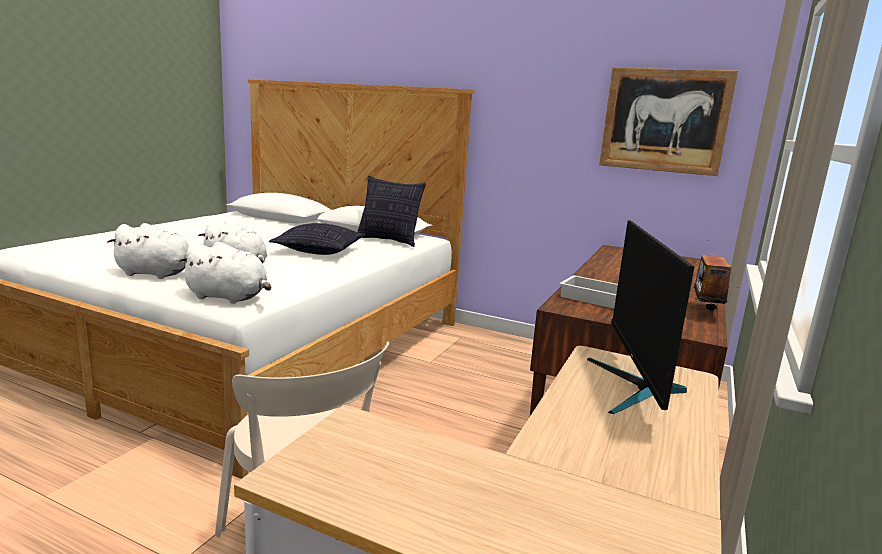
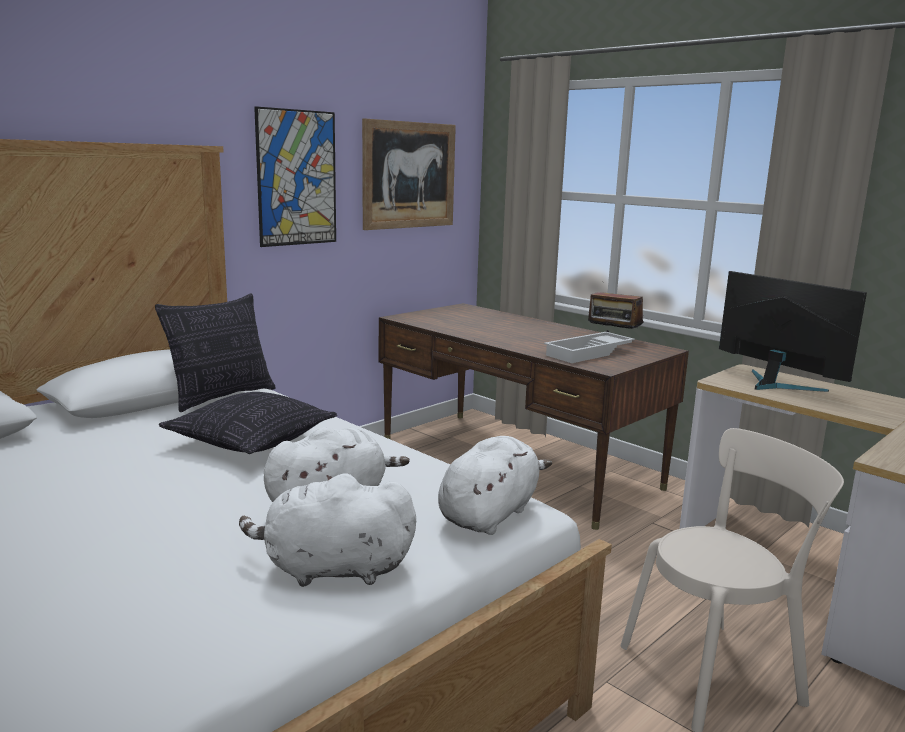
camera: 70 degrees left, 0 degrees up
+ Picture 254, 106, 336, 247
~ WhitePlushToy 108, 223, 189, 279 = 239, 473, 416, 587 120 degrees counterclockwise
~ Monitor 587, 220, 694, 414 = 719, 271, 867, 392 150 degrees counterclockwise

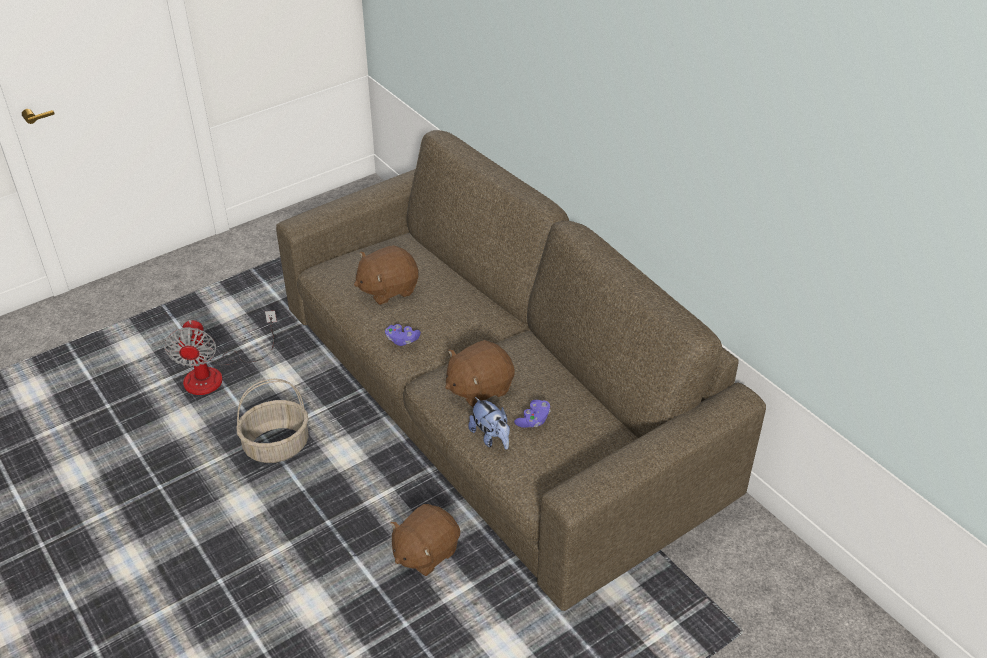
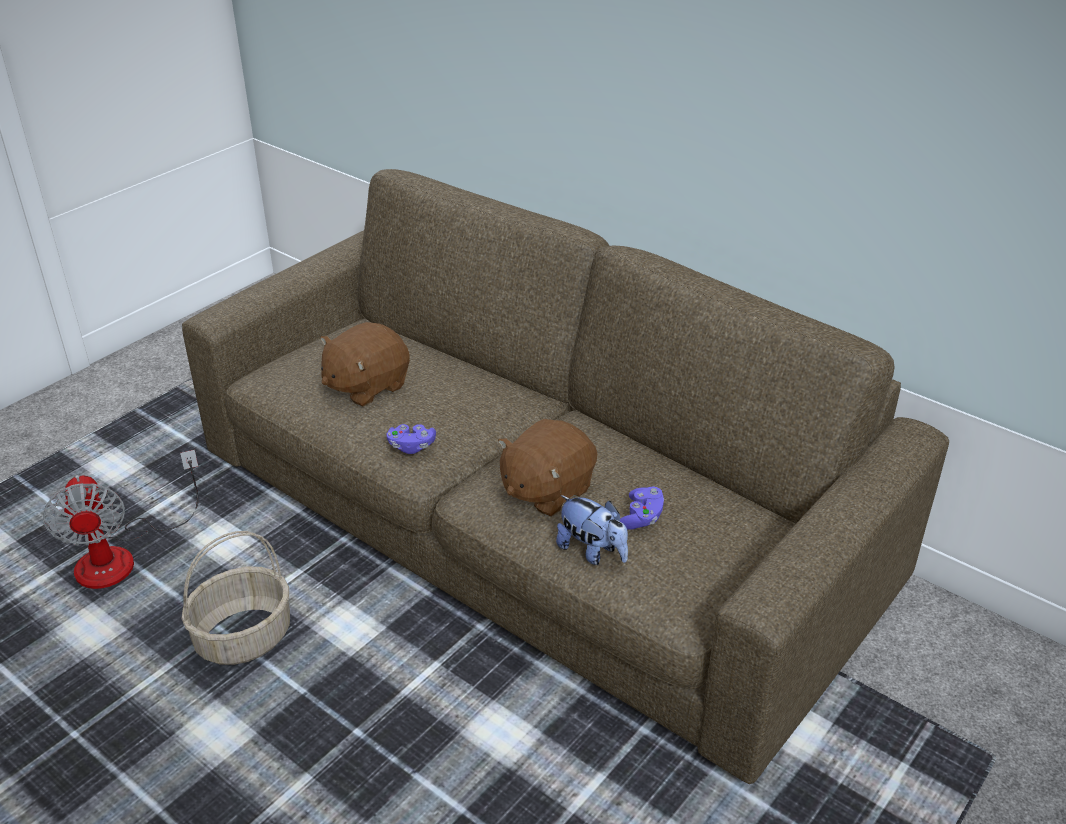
camera: 15 degrees left, 5 degrees down
- BrownPlushToy 390, 504, 460, 576

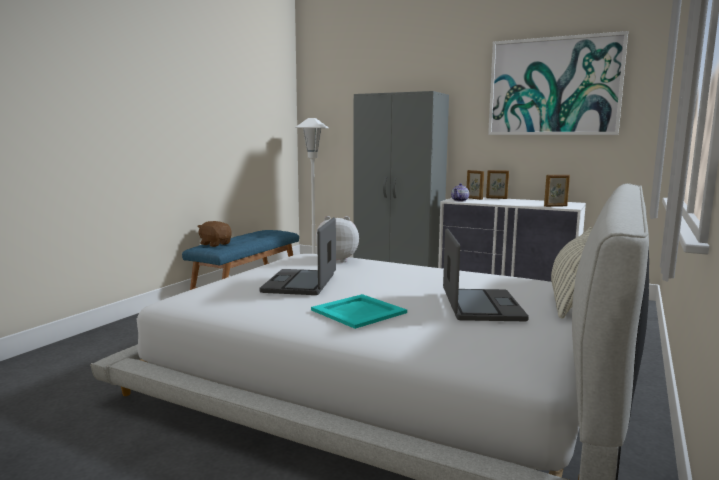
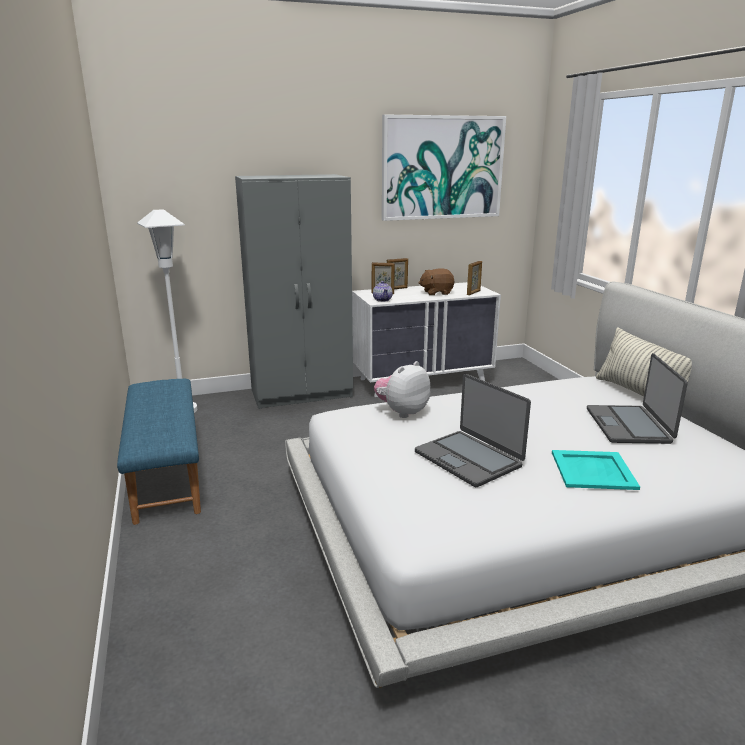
camera: 45 degrees left, 10 degrees up
~ BrownPlushToy 197, 221, 232, 247 to 419, 269, 454, 295
~ Laptop 443, 228, 529, 321 = 587, 353, 688, 444 135 degrees counterclockwise

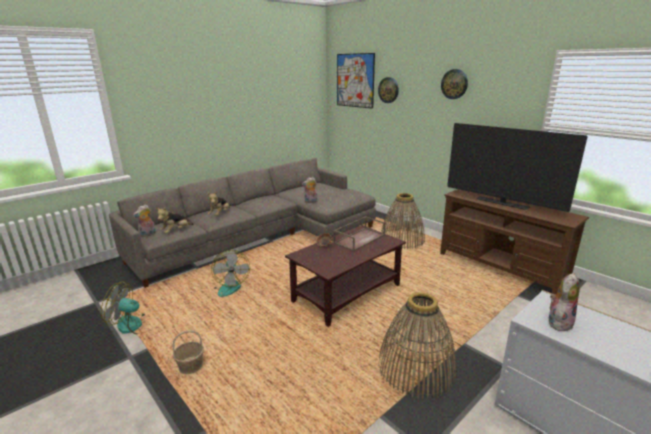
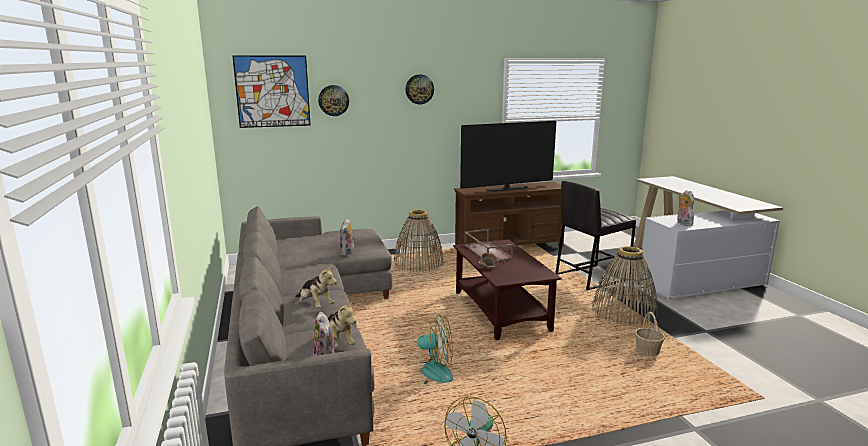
camera: 65 degrees left, 5 degrees down
+ GreyStool 555, 181, 636, 290
~ Basket 173, 330, 204, 374 to 635, 312, 665, 356

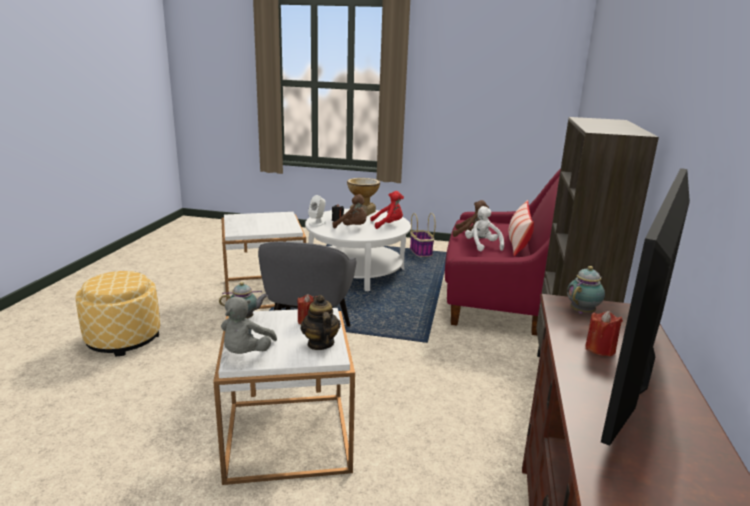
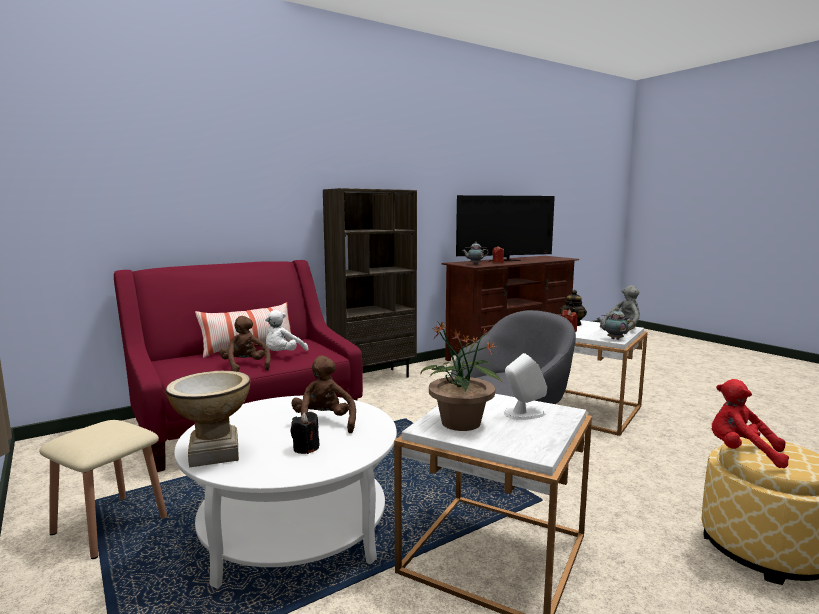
camera: 135 degrees left, 10 degrees down
+ PottedPlant 420, 322, 503, 431
~ WhiteSpeaker 308, 195, 326, 227 to 504, 353, 547, 420
~ RedPlushToy 371, 191, 404, 229 to 712, 379, 789, 468
~ Basket 410, 213, 436, 257 to BeigeStool 39, 420, 167, 559

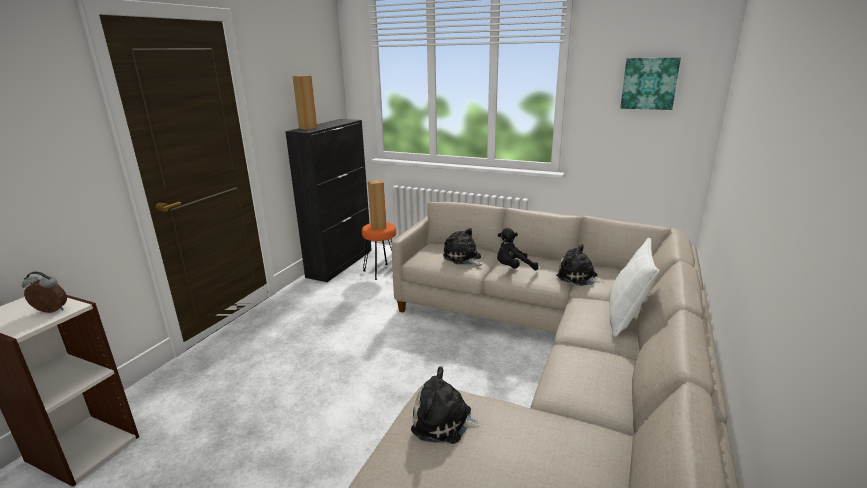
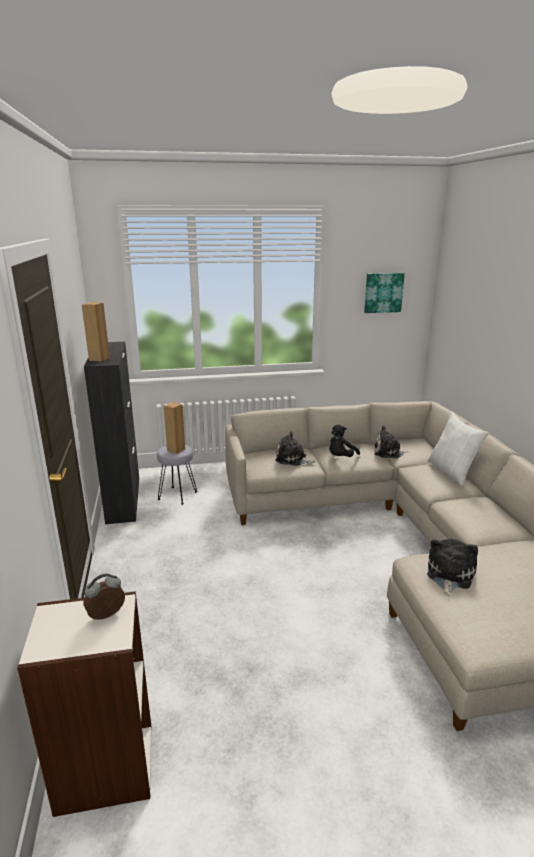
camera: 35 degrees left, 0 degrees up
~ OrangeStool 362, 222, 396, 280 to GreyStool 157, 445, 197, 505
~ PlushToy 411, 366, 483, 444 = 427, 539, 478, 596 135 degrees clockwise

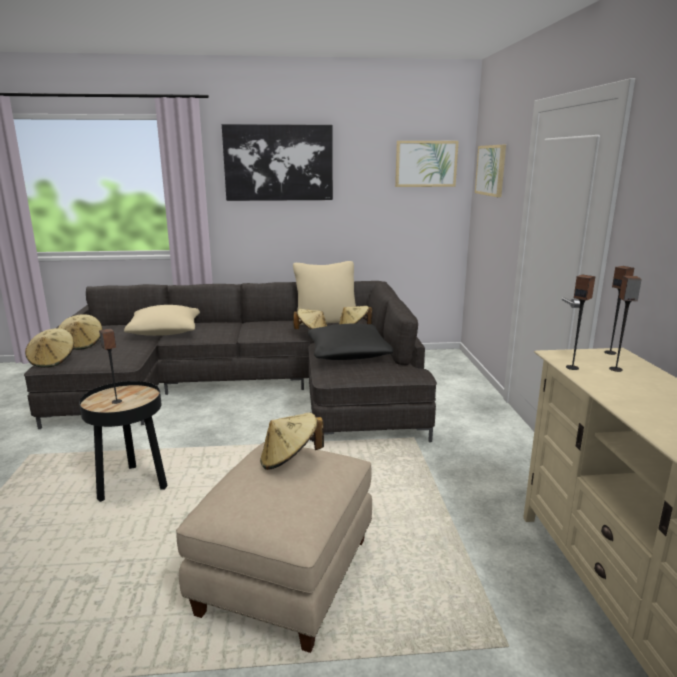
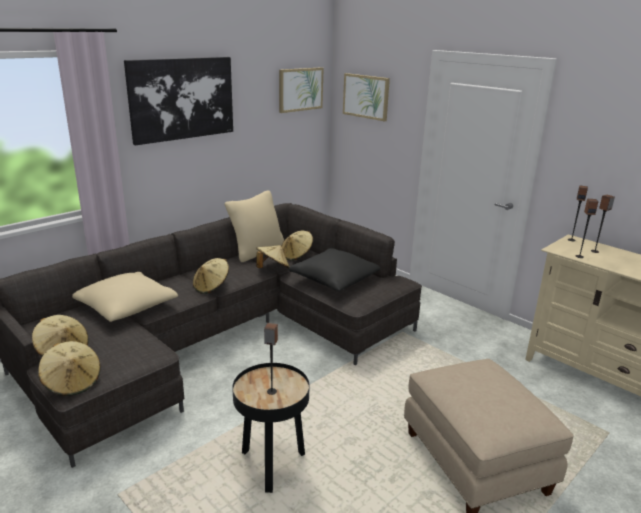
camera: 40 degrees left, 5 degrees up
~ BeigeHat 260, 413, 324, 470 to 193, 258, 229, 294

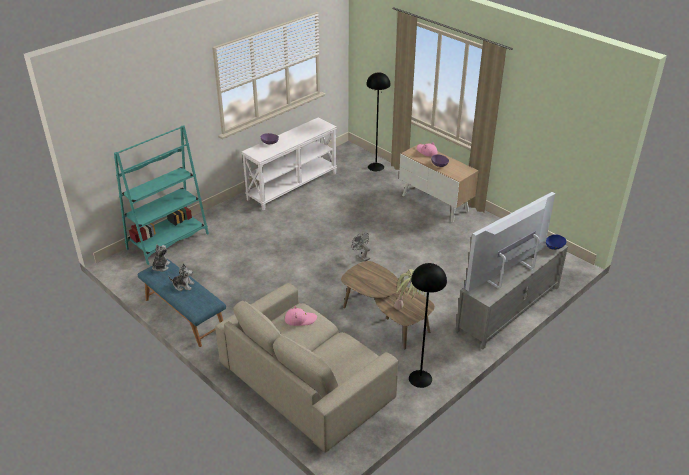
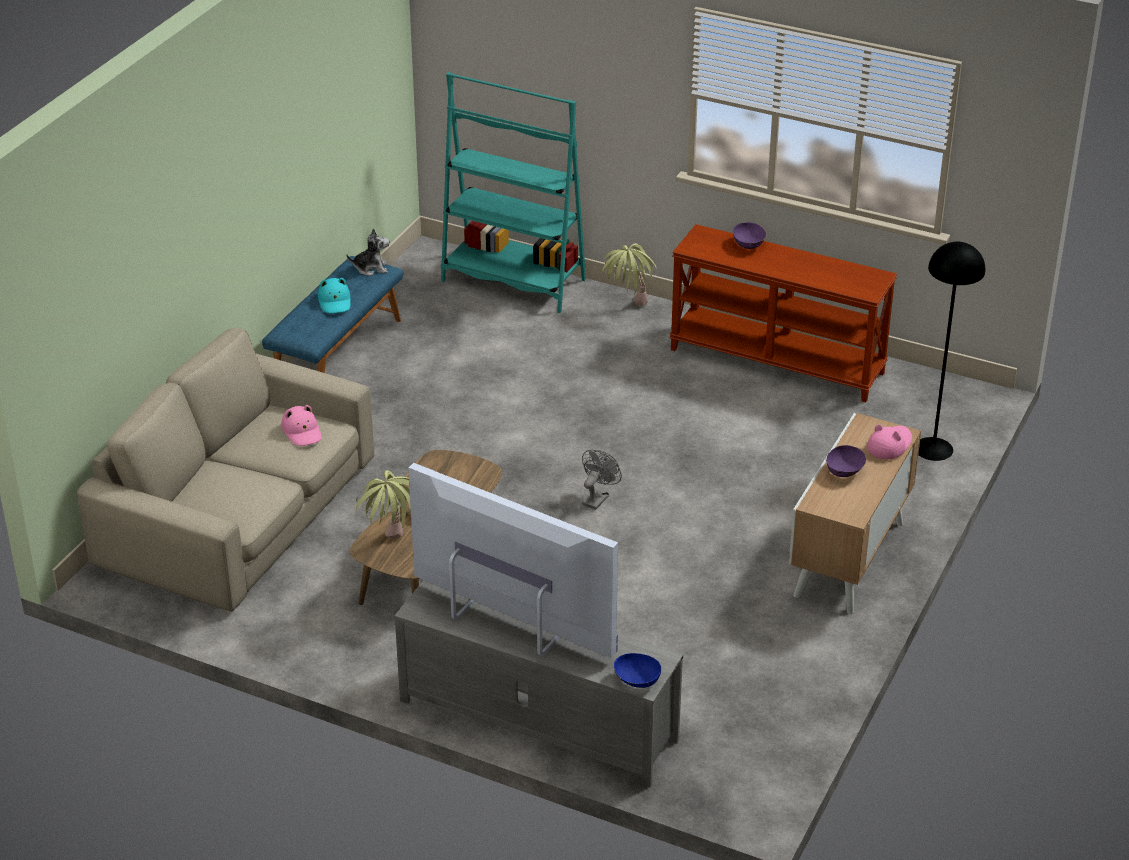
camera: 70 degrees right, 0 degrees up
- BlackFloorLamp 409, 263, 447, 388
+ PottedPlant 602, 243, 657, 306
~ PlushToy 168, 264, 194, 291 to TurquoiseHat 318, 277, 351, 313
~ WhiteConsoleTable 241, 118, 337, 211 to BrownConsoleTable 669, 224, 897, 402

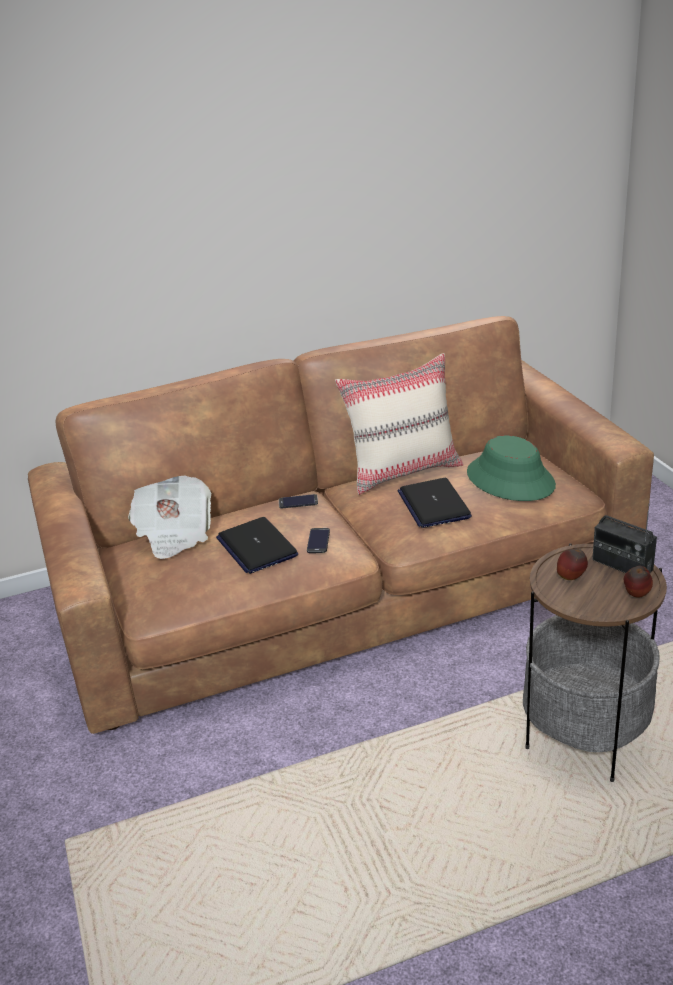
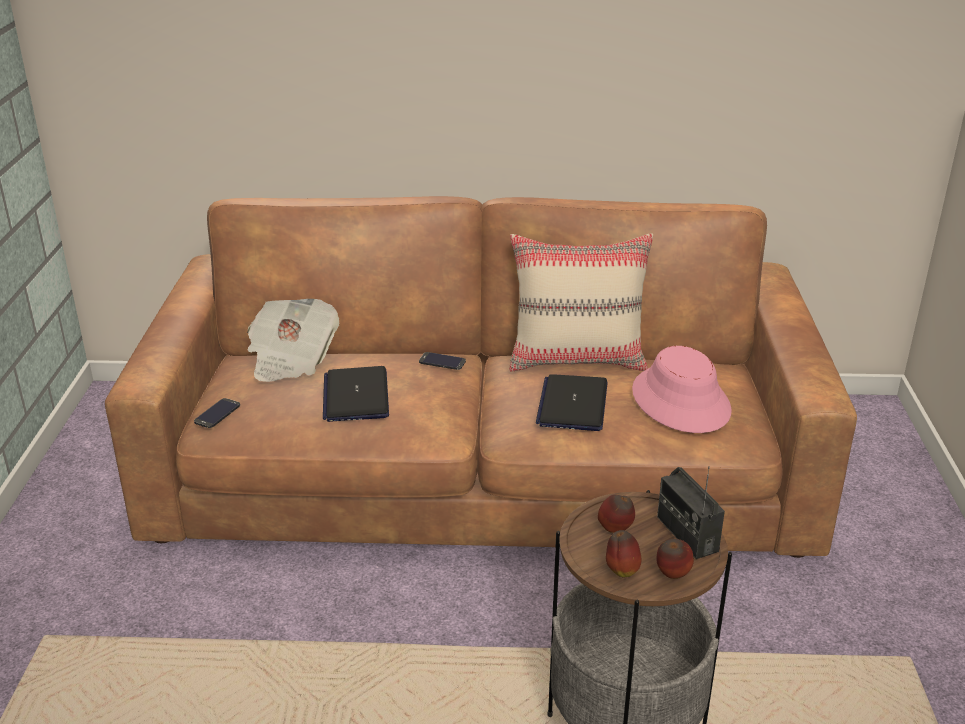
camera: 20 degrees right, 0 degrees up
+ Apple 606, 530, 641, 577
~ Phone 307, 528, 330, 553 to 194, 398, 240, 428
~ GreenHat 467, 435, 556, 501 to PinkHat 632, 346, 732, 433

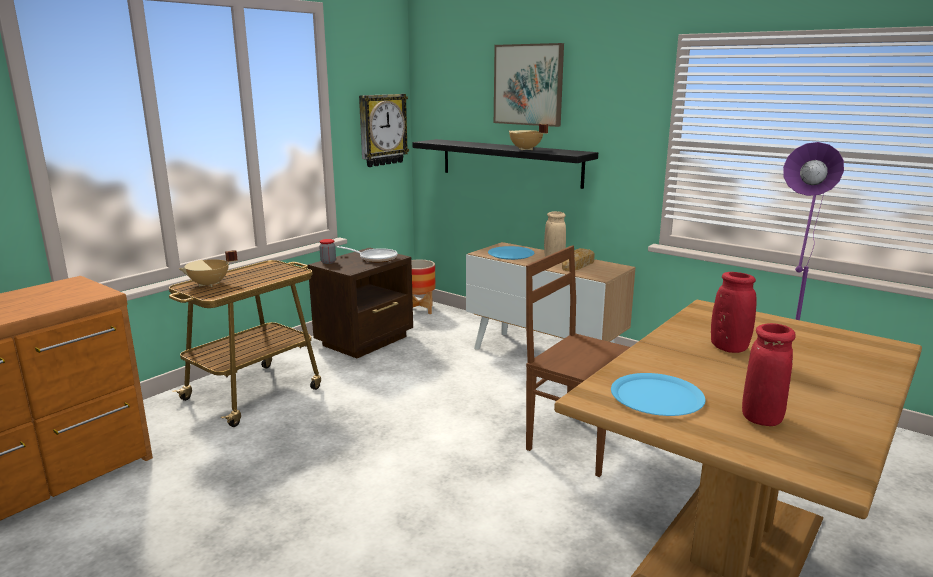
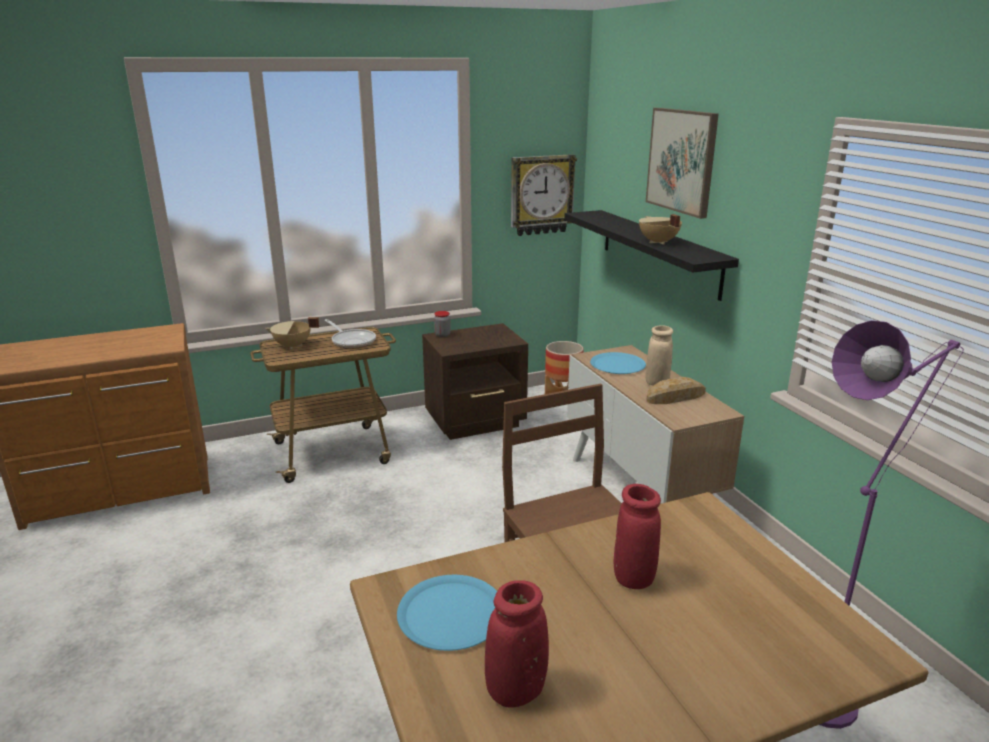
camera: 30 degrees right, 5 degrees up
~ FryingPan 337, 246, 398, 262 to 324, 319, 376, 349

